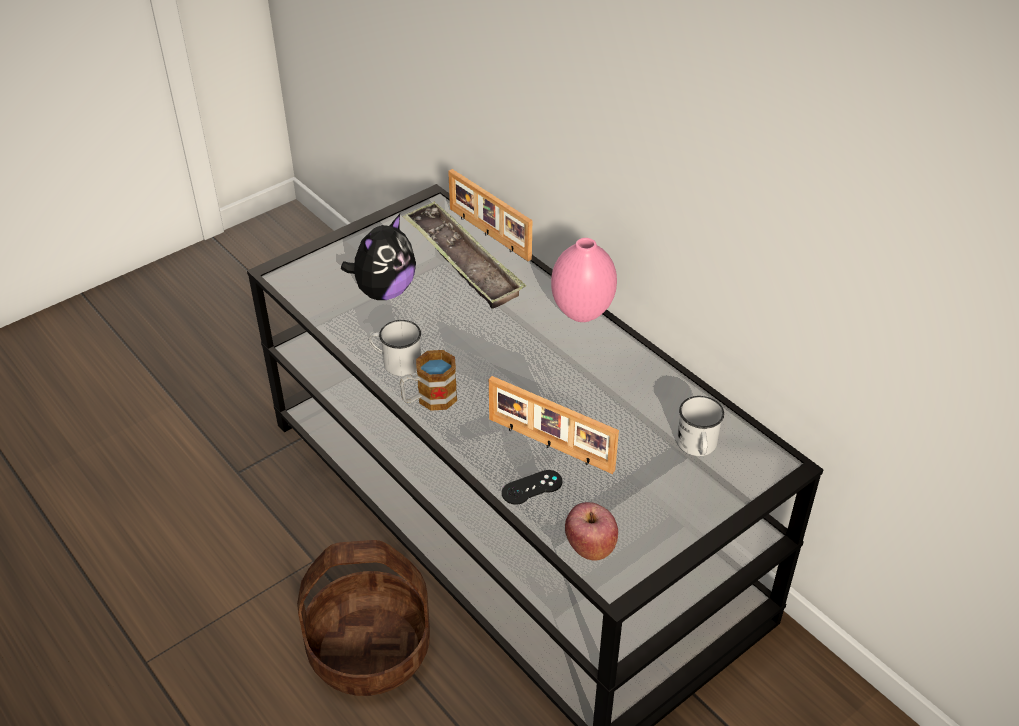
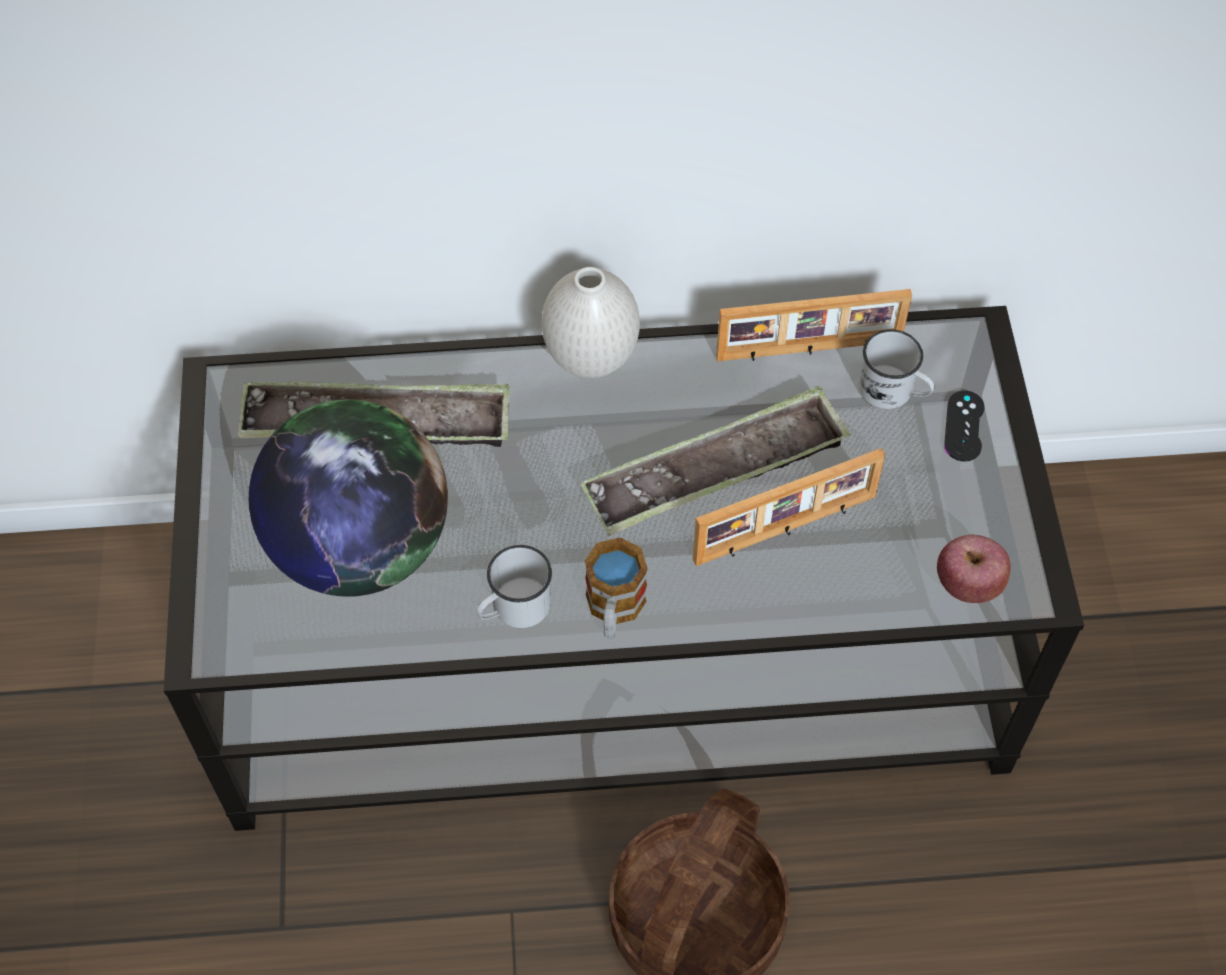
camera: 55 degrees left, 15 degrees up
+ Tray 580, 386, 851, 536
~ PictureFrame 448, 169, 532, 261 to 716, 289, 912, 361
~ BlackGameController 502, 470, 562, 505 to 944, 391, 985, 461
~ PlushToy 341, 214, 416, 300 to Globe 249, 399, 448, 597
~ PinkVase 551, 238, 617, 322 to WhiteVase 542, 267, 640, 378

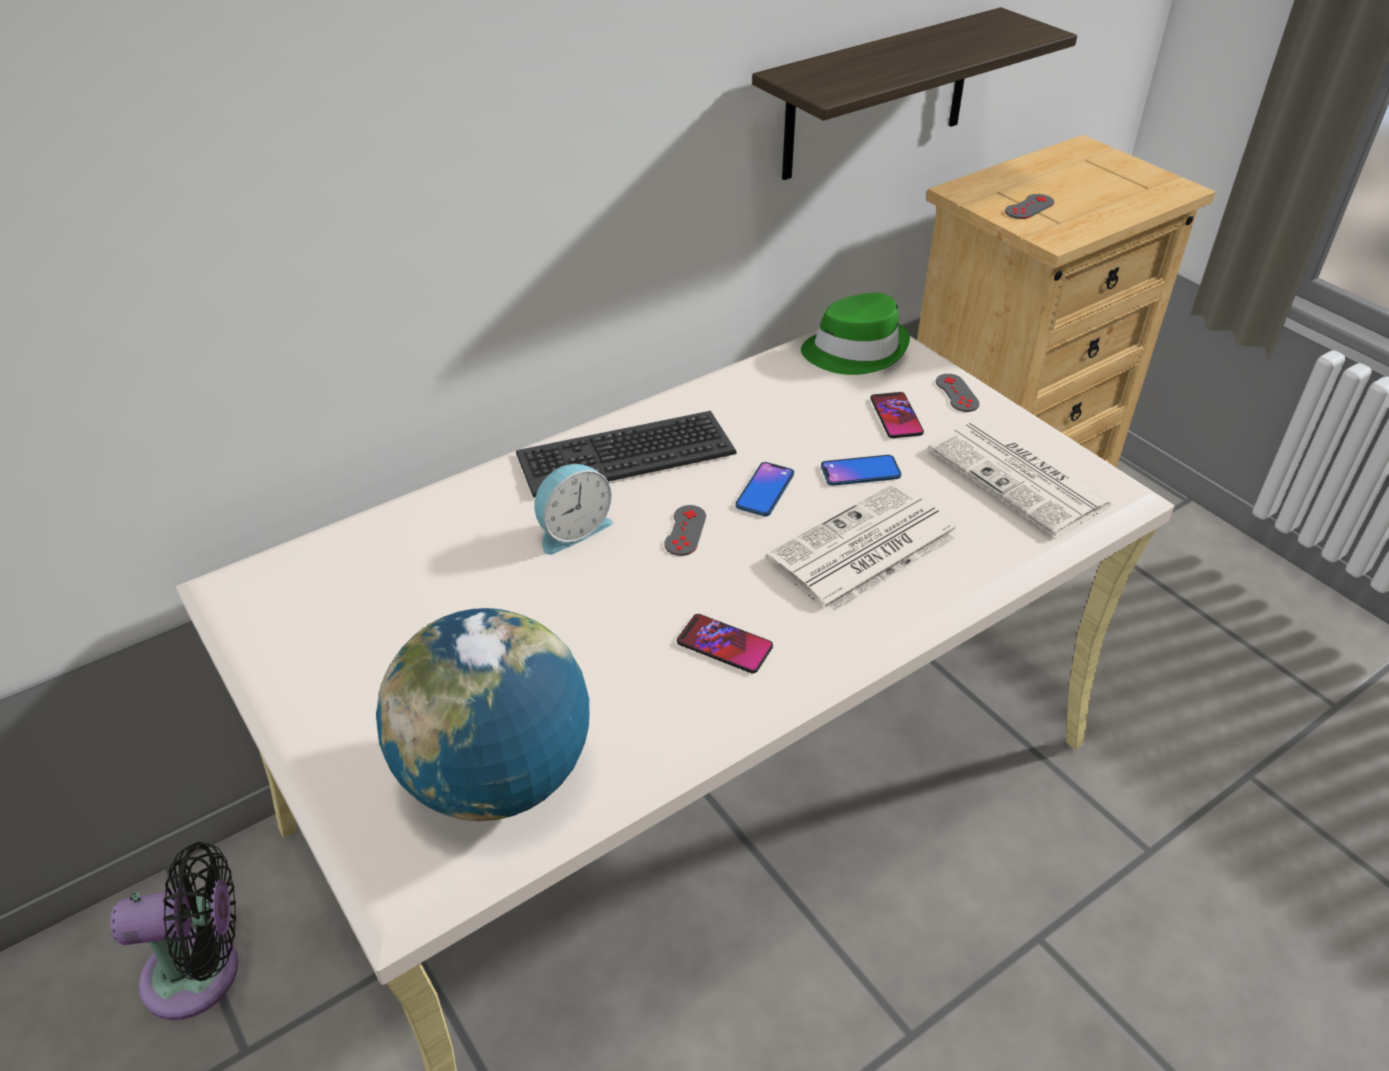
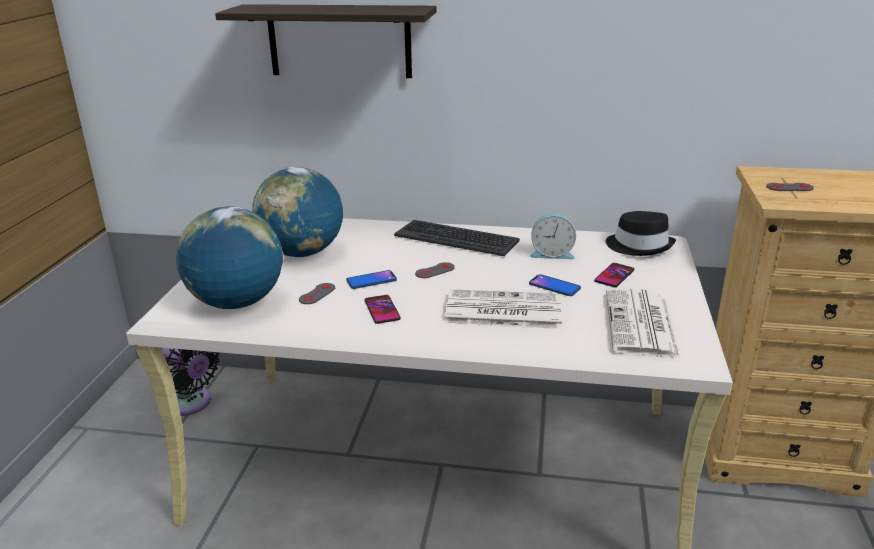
camera: 45 degrees right, 15 degrees down
+ Globe 252, 167, 343, 257
~ AlarmClock 534, 464, 613, 555 to 530, 213, 576, 259
~ Phone 735, 462, 794, 516 to 346, 270, 397, 289
~ Shelf 752, 7, 1077, 180 to 215, 4, 436, 78
~ GreyGameController 936, 374, 980, 412 to 299, 283, 335, 304
~ GreenHat 801, 293, 910, 375 to BlackHat 606, 211, 676, 256

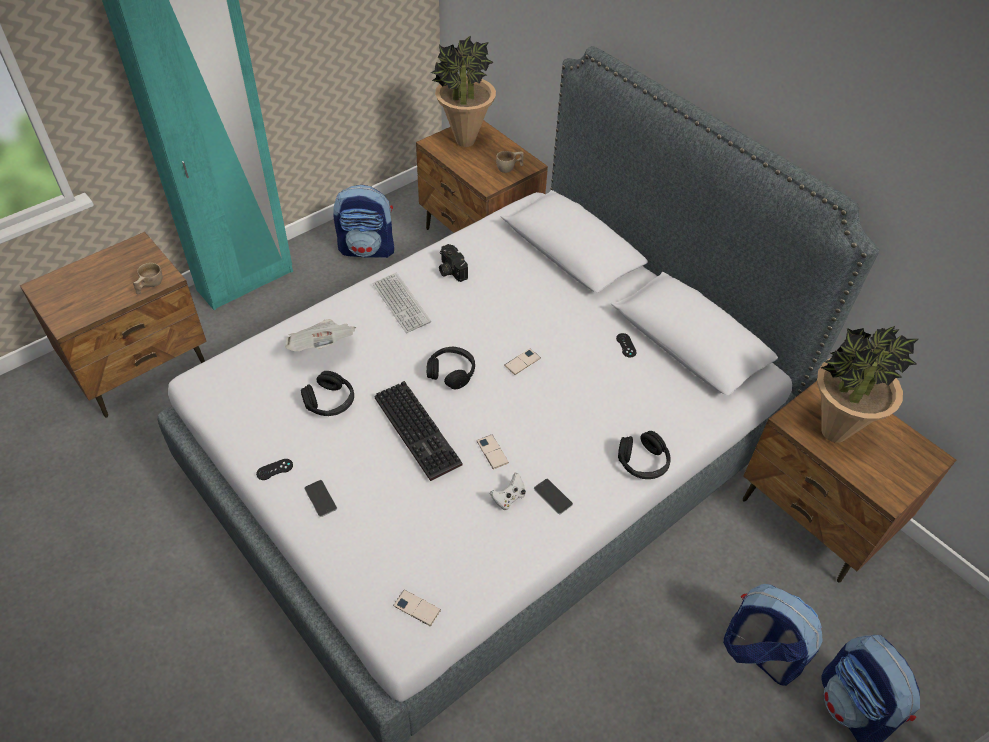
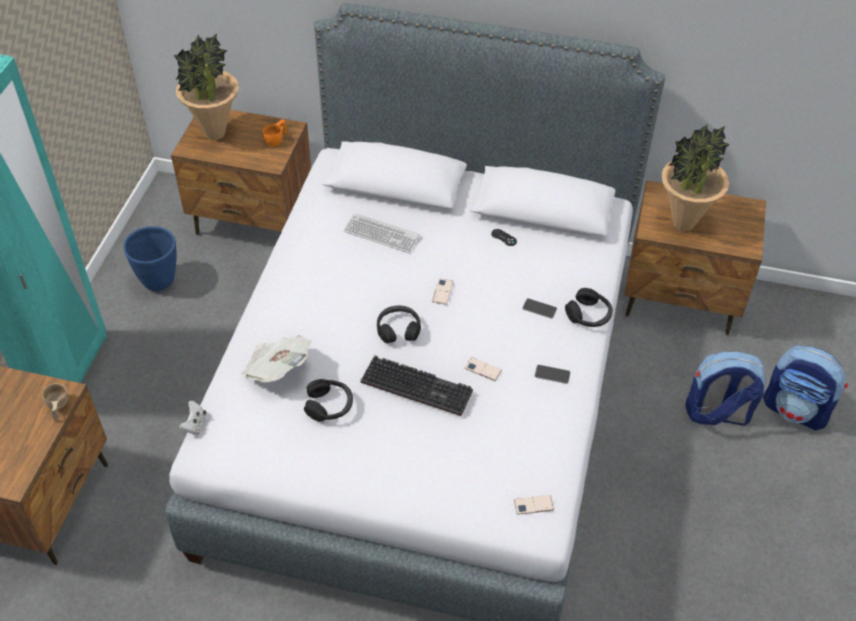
camera: 35 degrees left, 0 degrees up
- BlackGameController 256, 459, 293, 480
- PhotoCamera 439, 244, 468, 282
~ Phone 304, 480, 337, 517 to 522, 298, 557, 319
~ Keyboard 373, 273, 431, 333 to 344, 213, 419, 253
~ WhiteGameController 490, 473, 526, 510 to 179, 401, 207, 435
~ Backpack 333, 185, 394, 258 to BluePlanter 123, 226, 177, 291
~ BeigeCup 496, 151, 524, 173 to OrangeCup 263, 120, 287, 146

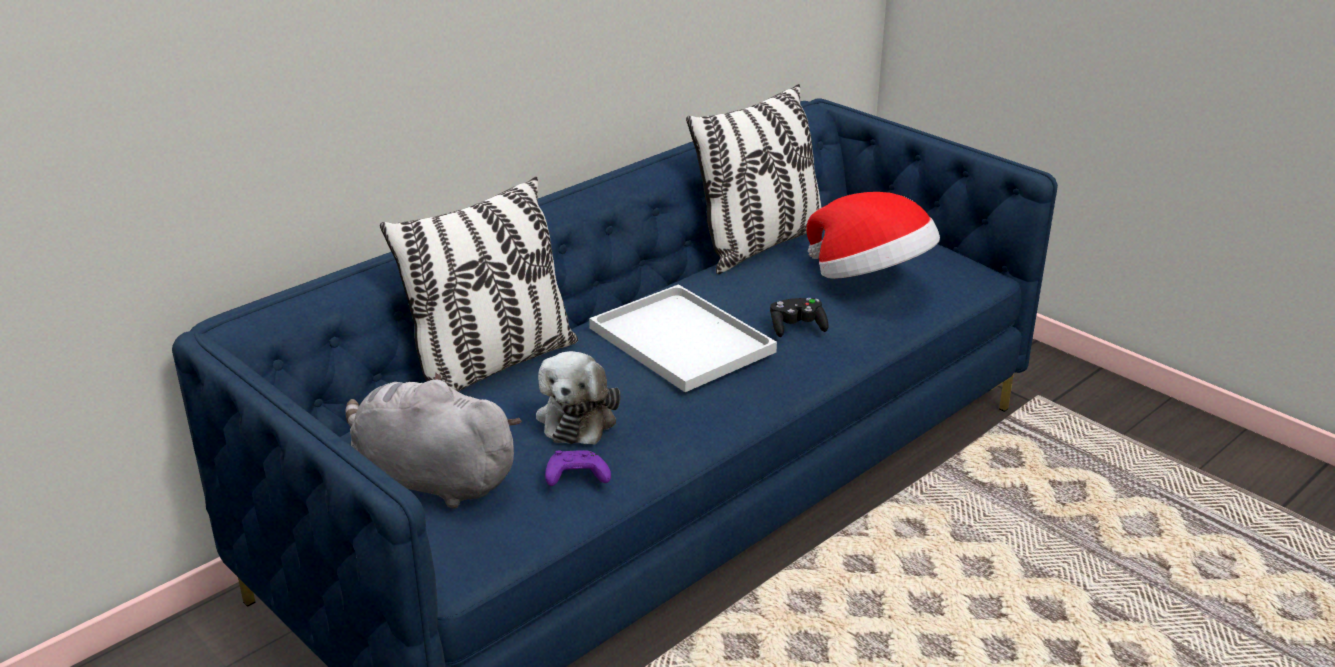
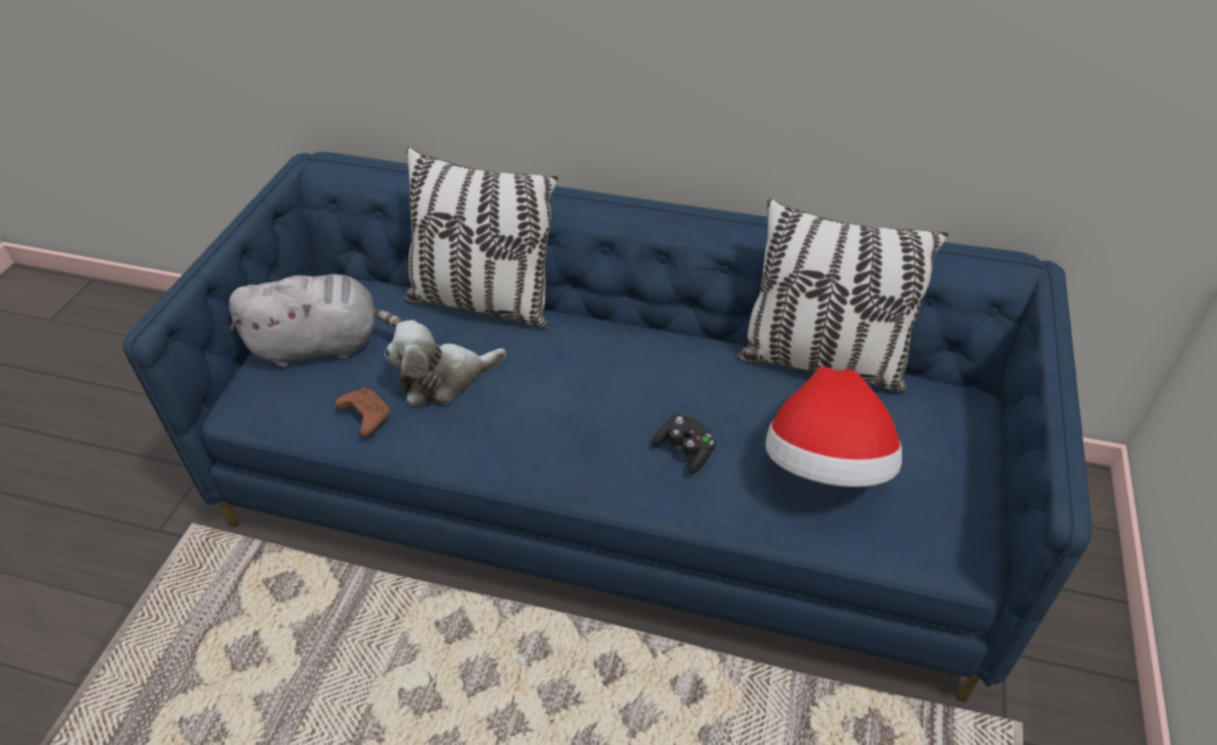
camera: 60 degrees right, 15 degrees up
- WhiteTray 589, 284, 777, 392
~ PurpleGameController 545, 450, 611, 486 to BrownGameController 335, 388, 389, 437
~ GreyPlushToy 346, 373, 522, 509 = 229, 274, 403, 367 90 degrees clockwise

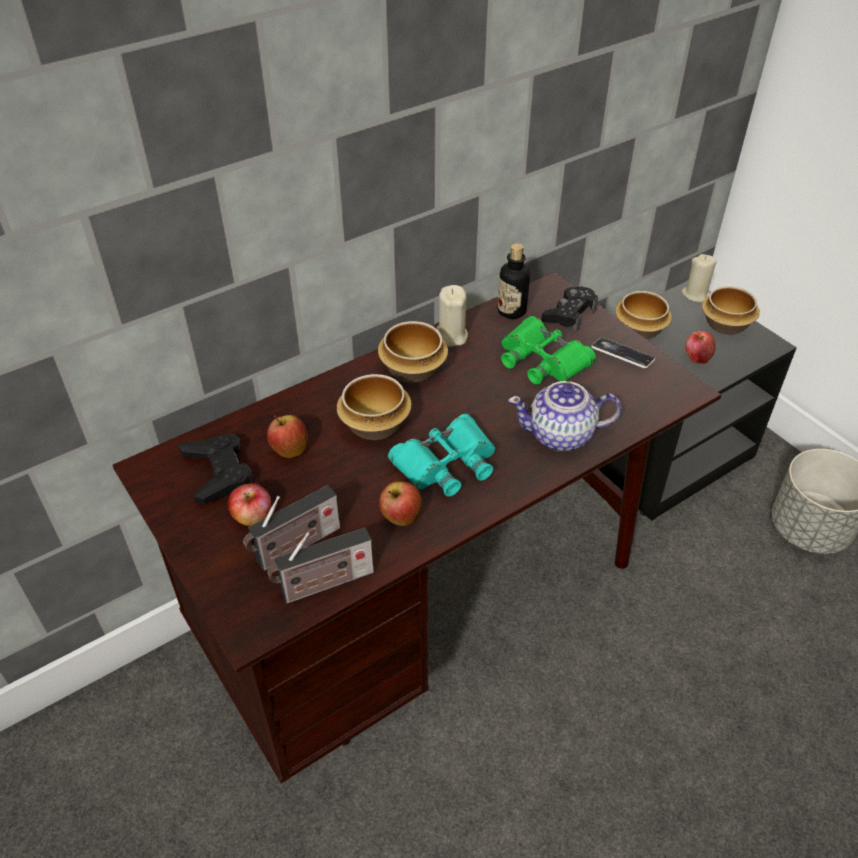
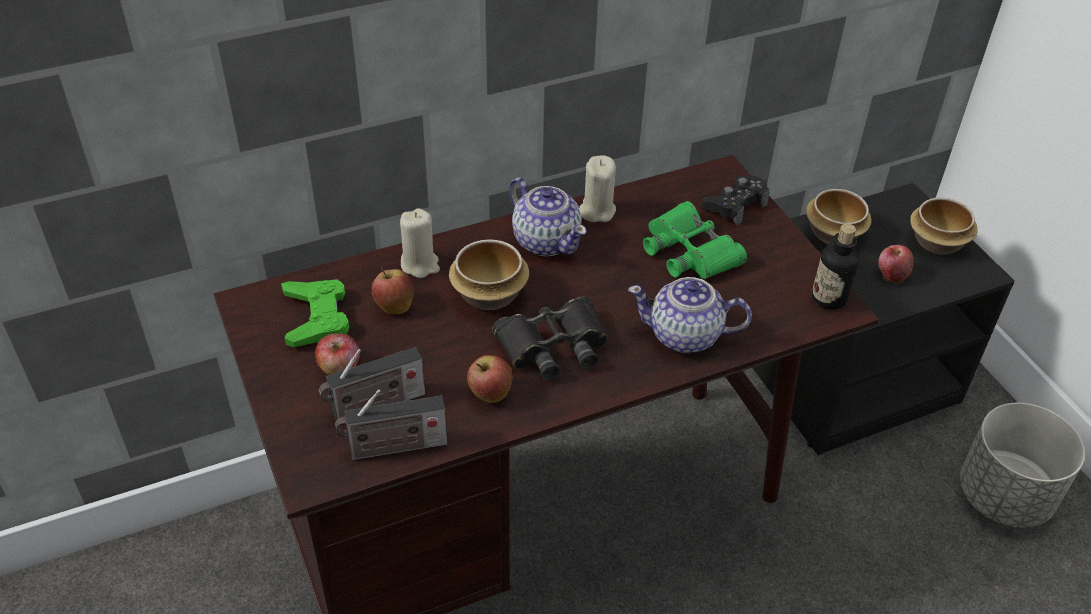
camera: 10 degrees right, 0 degrees up
- Phone 591, 338, 655, 368
~ Bottle 498, 243, 530, 319 to 812, 224, 859, 310
~ BeigeCandle 682, 254, 716, 303 to 400, 208, 440, 278
~ Bowl 378, 321, 448, 383 to Teapot 509, 178, 587, 256
~ BlackGameController 178, 433, 253, 504 to GreenGameController 281, 279, 349, 347
~ TurquoiseBinoculars 388, 414, 496, 497 to BlackBinoculars 492, 296, 608, 381

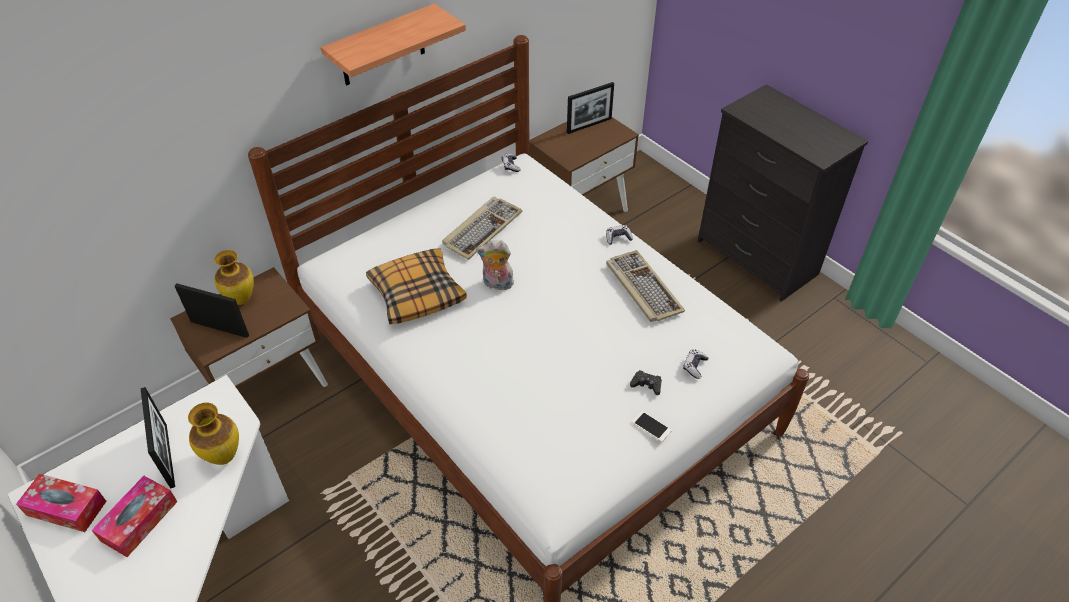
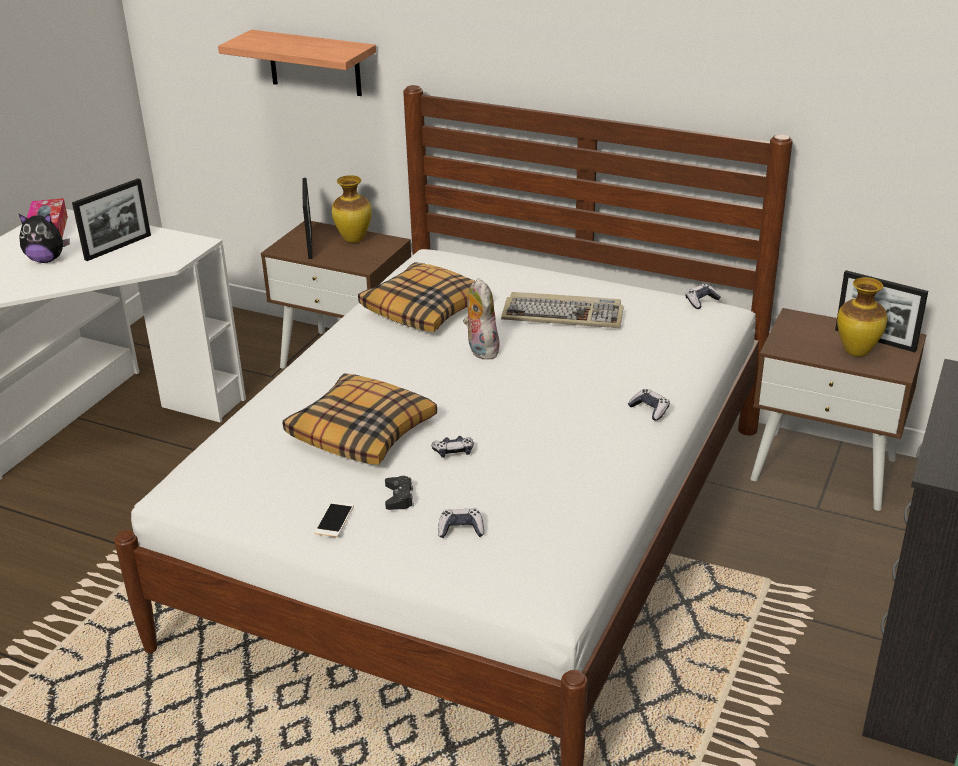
camera: 65 degrees right, 15 degrees down
- Keyboard 606, 250, 685, 322
+ Pillow 283, 374, 437, 465
+ GameController 432, 436, 474, 458
~ Vase 188, 403, 239, 465 to 837, 277, 887, 357
~ Shelf 321, 4, 466, 86 to 218, 30, 376, 96
~ TissueBox 91, 476, 178, 557 to PlushToy 19, 214, 70, 263

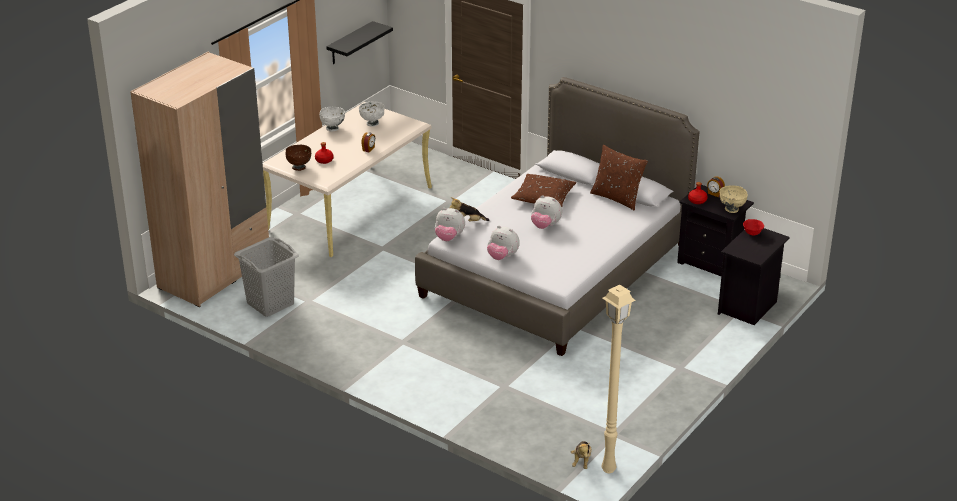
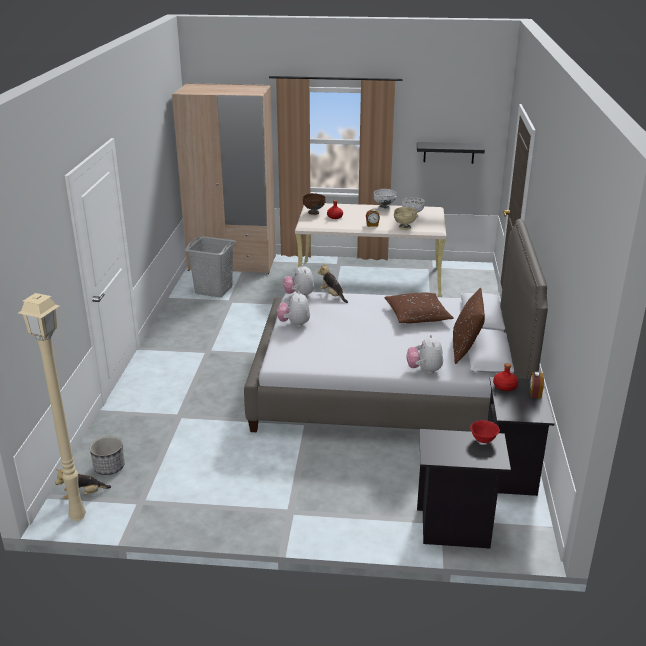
camera: 60 degrees right, 5 degrees down
+ Planter 90, 437, 124, 475
~ PlushToy 531, 195, 562, 229 to 407, 335, 443, 374
~ BeigeBowl 720, 185, 748, 213 to 394, 207, 417, 230

